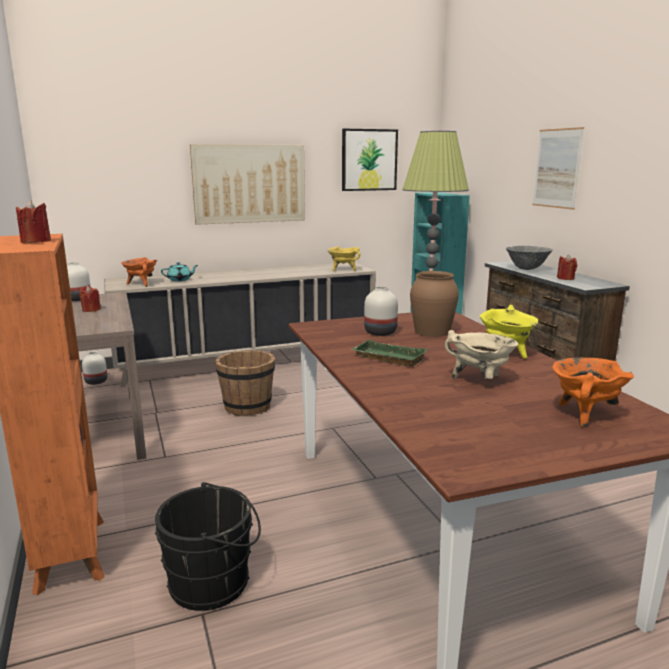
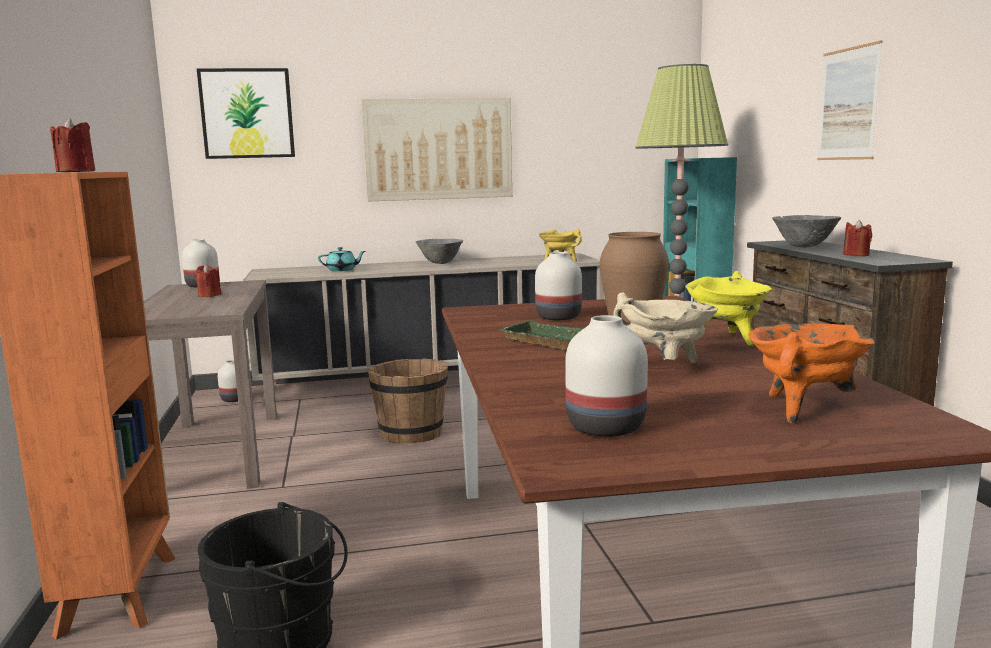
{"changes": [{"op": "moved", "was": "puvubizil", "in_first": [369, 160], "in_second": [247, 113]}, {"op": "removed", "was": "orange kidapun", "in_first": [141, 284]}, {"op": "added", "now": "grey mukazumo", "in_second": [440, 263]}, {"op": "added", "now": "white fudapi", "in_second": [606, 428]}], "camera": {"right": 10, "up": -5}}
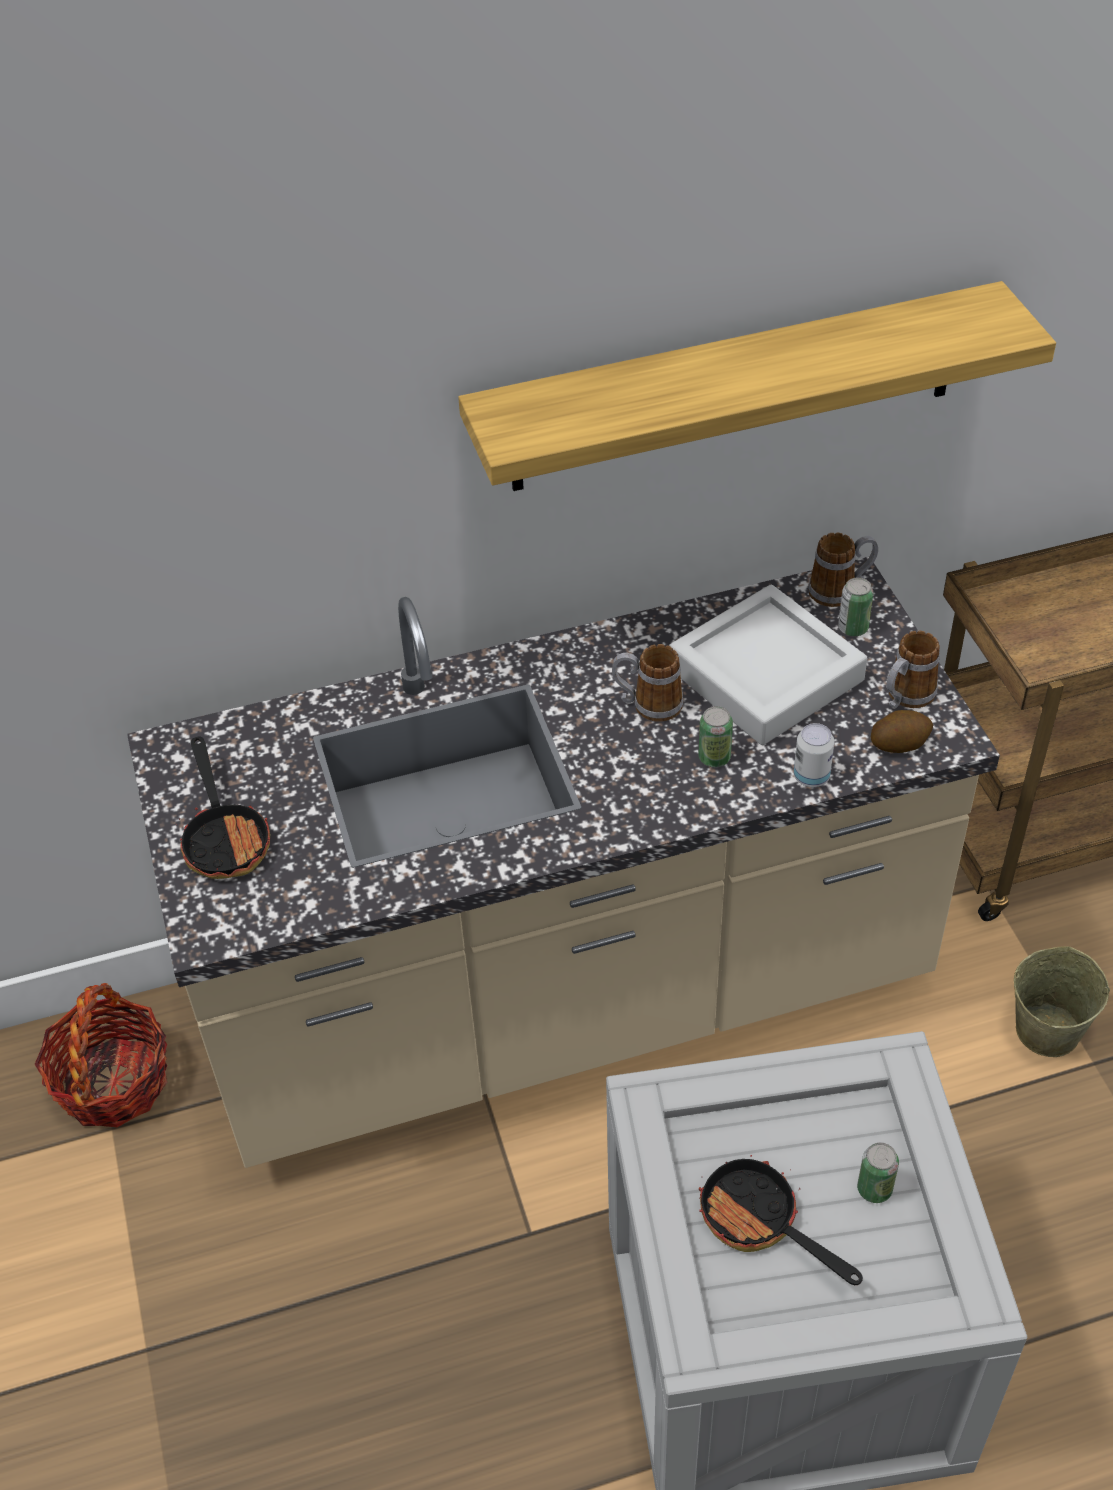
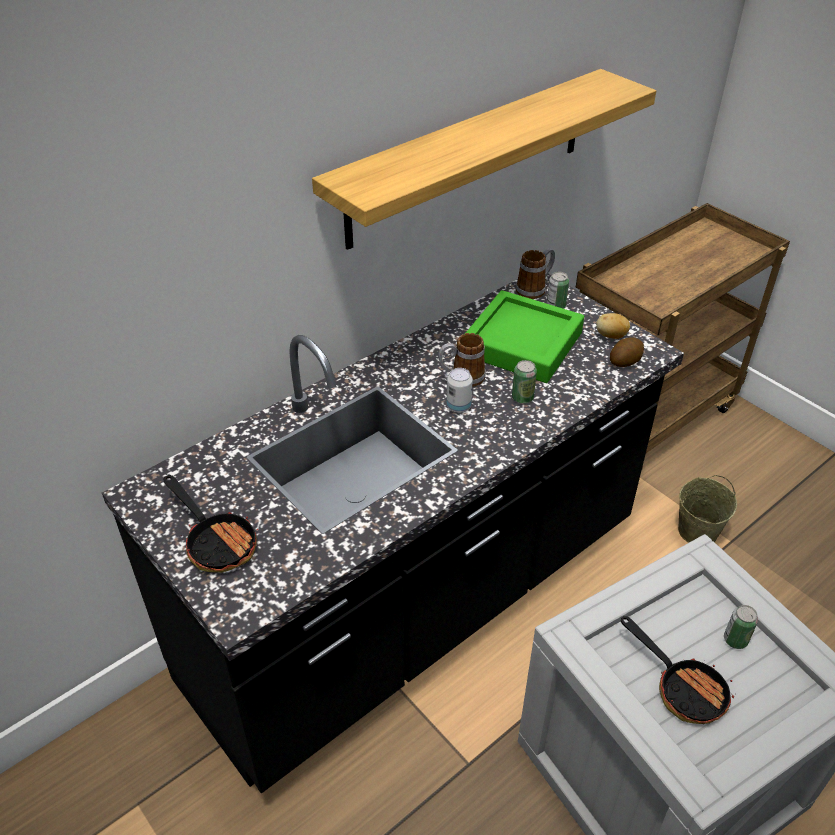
{"changes": [{"op": "recoloured", "was": "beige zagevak", "now": "black zagevak", "in_first": [568, 999], "in_second": [417, 604]}, {"op": "recoloured", "was": "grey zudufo", "now": "green zudufo", "in_first": [765, 674], "in_second": [522, 344]}, {"op": "replaced", "was": "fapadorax", "now": "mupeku", "in_first": [905, 698], "in_second": [611, 336]}, {"op": "moved", "was": "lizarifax", "in_first": [811, 777], "in_second": [458, 407]}, {"op": "removed", "was": "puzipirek", "in_first": [113, 1081]}, {"op": "turned", "was": "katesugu", "in_first": [760, 1223], "in_second": [682, 688], "clockwise": -150}], "camera": {"right": -25, "up": -5}}
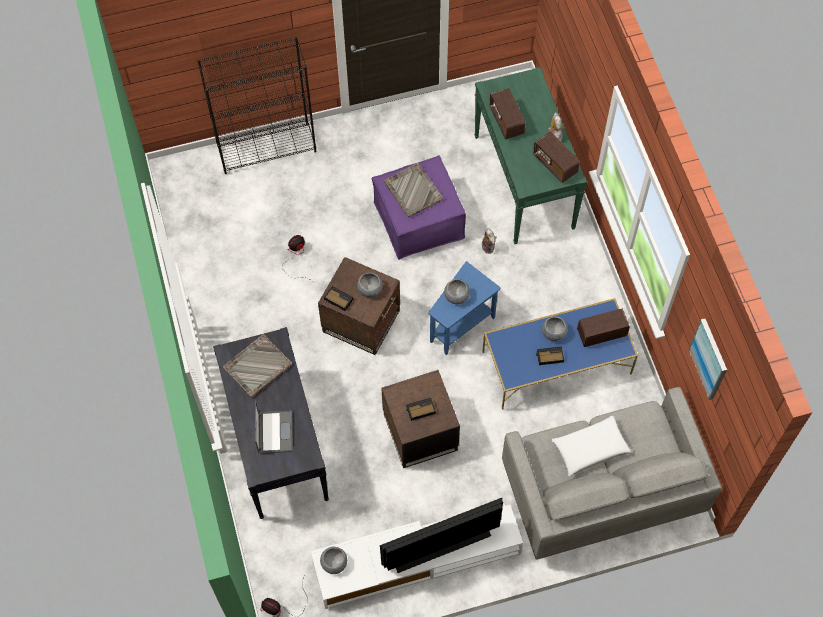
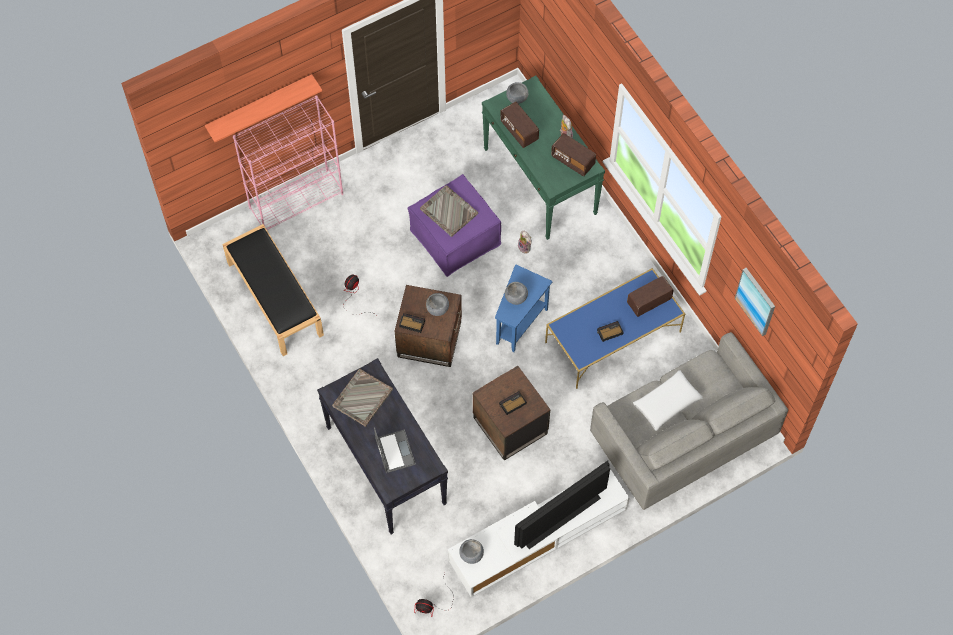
{"changes": [{"op": "recoloured", "was": "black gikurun", "now": "pink gikurun", "in_first": [267, 148], "in_second": [296, 201]}, {"op": "moved", "was": "grey mukazumo", "in_first": [553, 333], "in_second": [517, 98]}, {"op": "added", "now": "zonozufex", "in_second": [259, 106]}, {"op": "added", "now": "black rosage", "in_second": [274, 298]}], "camera": {"right": -15, "up": 0}}
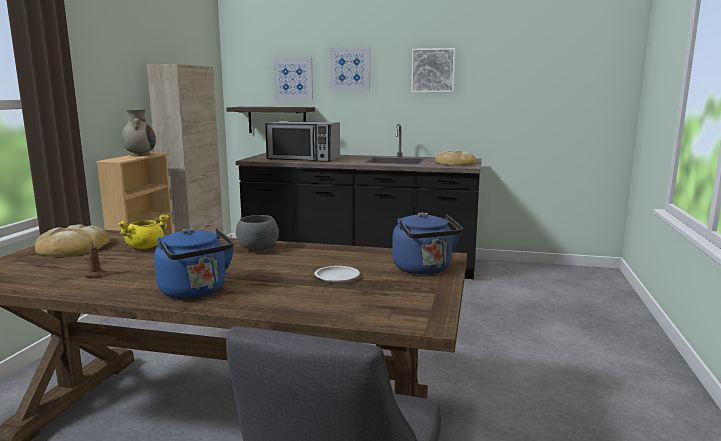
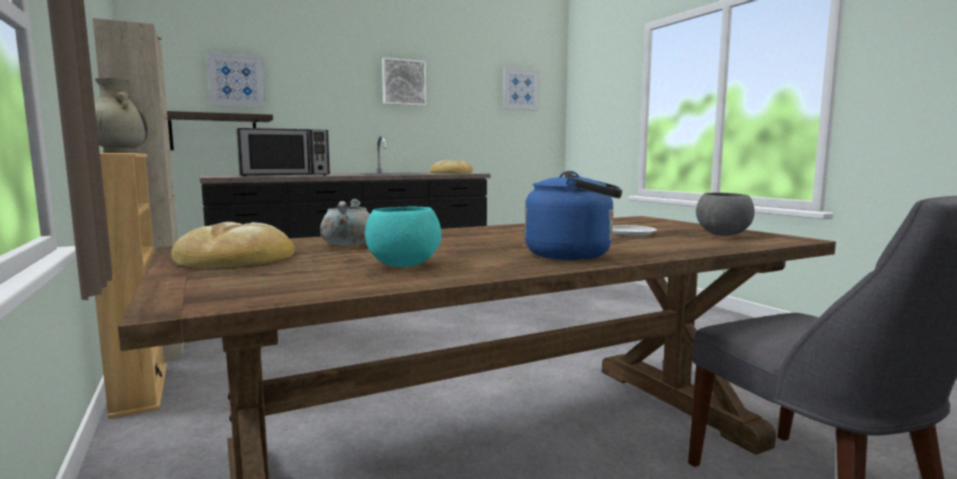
{"changes": [{"op": "moved", "was": "puvubizil", "in_first": [350, 69], "in_second": [520, 89]}, {"op": "removed", "was": "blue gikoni", "in_first": [424, 269]}, {"op": "recoloured", "was": "yellow kidapun", "now": "grey kidapun", "in_first": [145, 247], "in_second": [348, 245]}, {"op": "moved", "was": "grey mukazumo", "in_first": [257, 249], "in_second": [722, 235]}, {"op": "replaced", "was": "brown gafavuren", "now": "turquoise mukazumo", "in_first": [97, 275], "in_second": [405, 266]}], "camera": {"right": -40, "up": -5}}
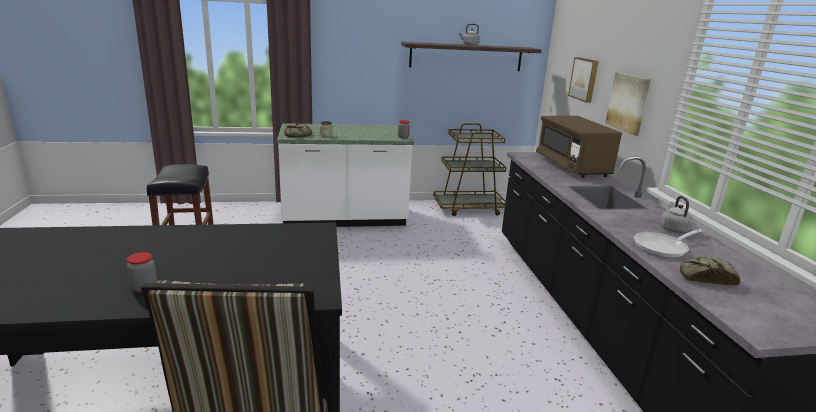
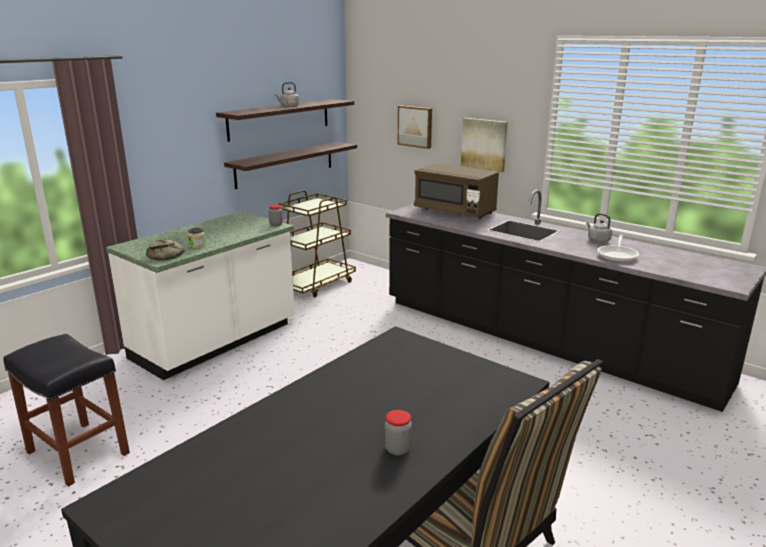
{"changes": [{"op": "removed", "was": "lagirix", "in_first": [705, 277]}, {"op": "added", "now": "zonozufex", "in_second": [285, 164]}], "camera": {"right": -40, "up": 0}}
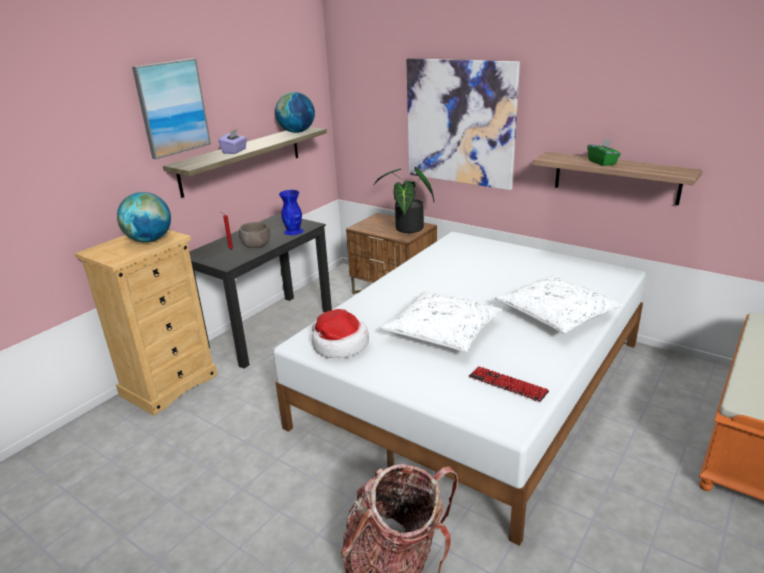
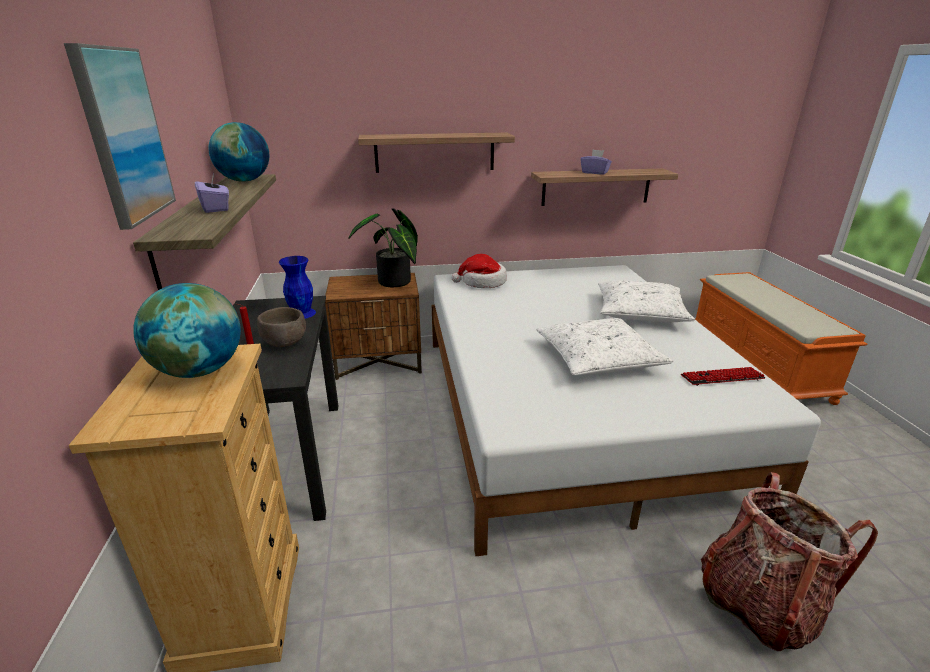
{"changes": [{"op": "replaced", "was": "puvubizil", "now": "zonozufex", "in_first": [460, 123], "in_second": [435, 152]}, {"op": "recoloured", "was": "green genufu", "now": "purple genufu", "in_first": [602, 162], "in_second": [595, 172]}, {"op": "moved", "was": "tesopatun", "in_first": [339, 345], "in_second": [482, 282]}], "camera": {"right": -45, "up": 0}}
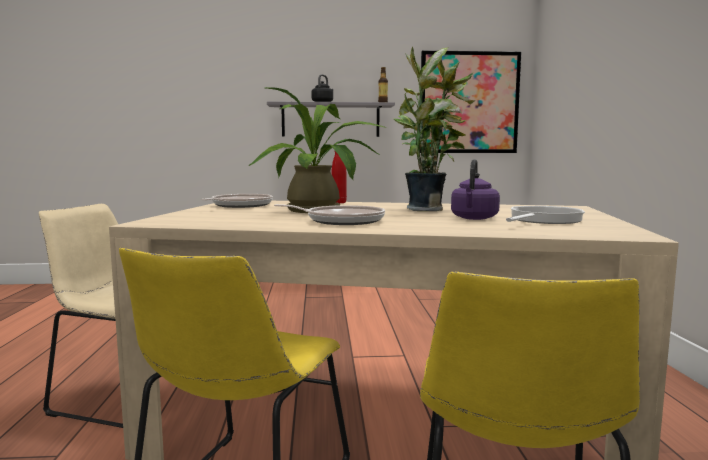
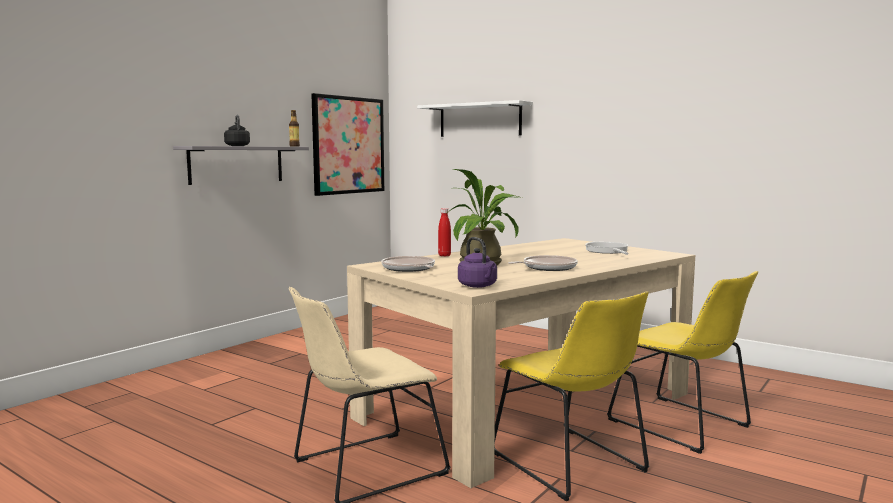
{"changes": [{"op": "removed", "was": "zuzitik", "in_first": [428, 209]}, {"op": "moved", "was": "purple gikoni", "in_first": [474, 218], "in_second": [478, 286]}, {"op": "added", "now": "white zonozufex", "in_second": [480, 120]}], "camera": {"right": -50, "up": 0}}
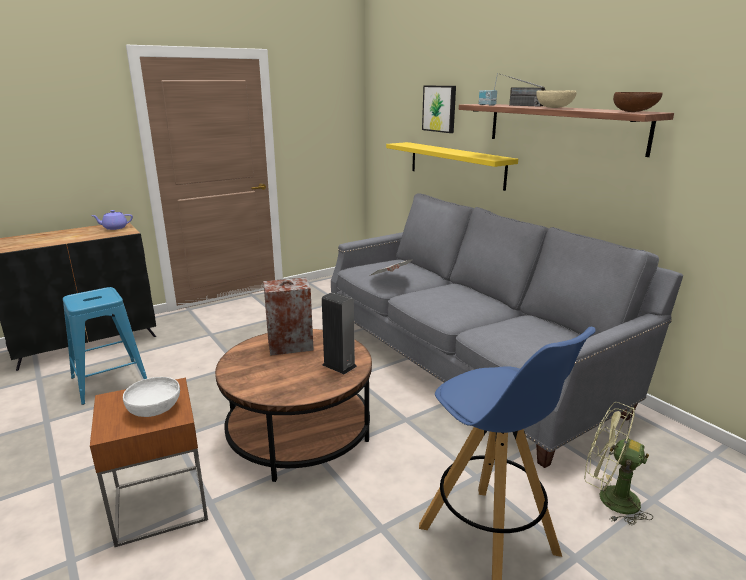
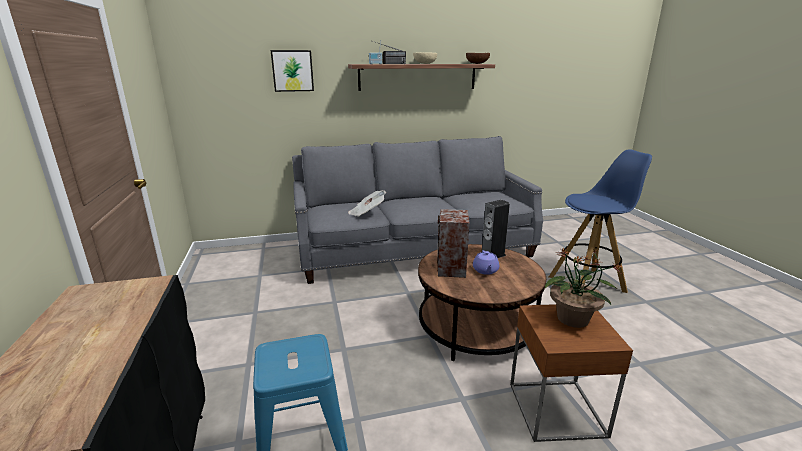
{"changes": [{"op": "removed", "was": "yellow zonozufex", "in_first": [455, 164]}, {"op": "moved", "was": "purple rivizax", "in_first": [114, 228], "in_second": [485, 271]}, {"op": "replaced", "was": "white mukazumo", "now": "zuzitik", "in_first": [155, 409], "in_second": [573, 319]}, {"op": "removed", "was": "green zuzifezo", "in_first": [609, 498]}], "camera": {"right": -70, "up": 0}}
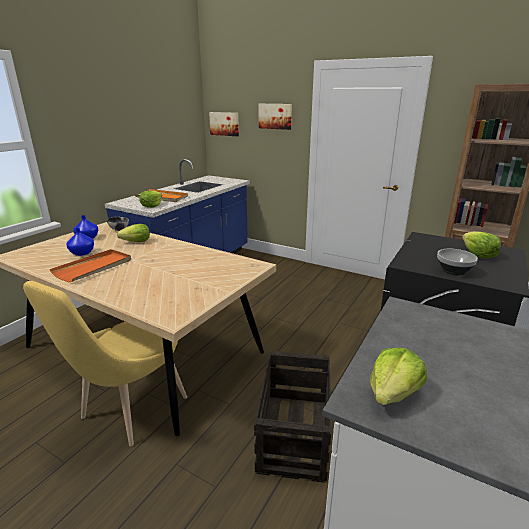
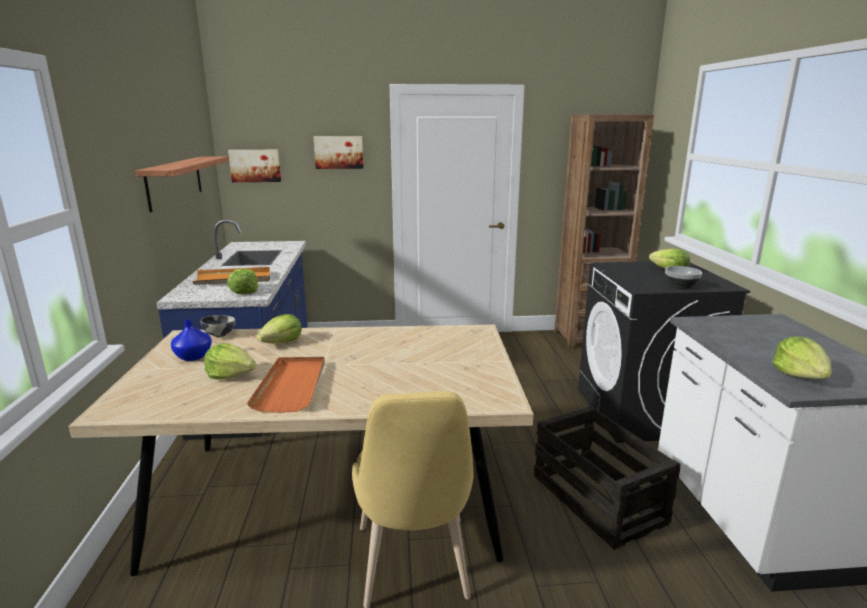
{"changes": [{"op": "replaced", "was": "blue fudapi", "now": "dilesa", "in_first": [82, 253], "in_second": [231, 375]}, {"op": "added", "now": "zonozufex", "in_second": [175, 181]}], "camera": {"right": -35, "up": -5}}
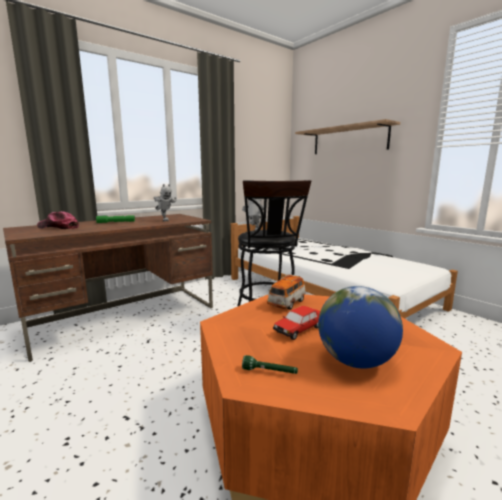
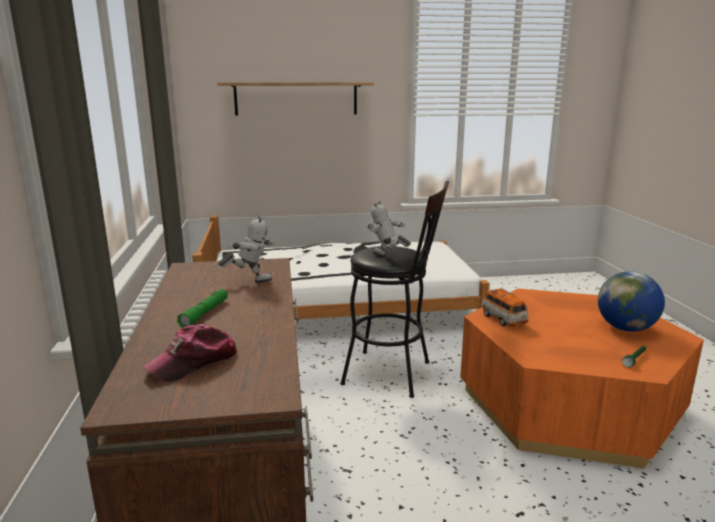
{"changes": [{"op": "removed", "was": "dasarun", "in_first": [300, 329]}], "camera": {"right": -60, "up": 5}}
